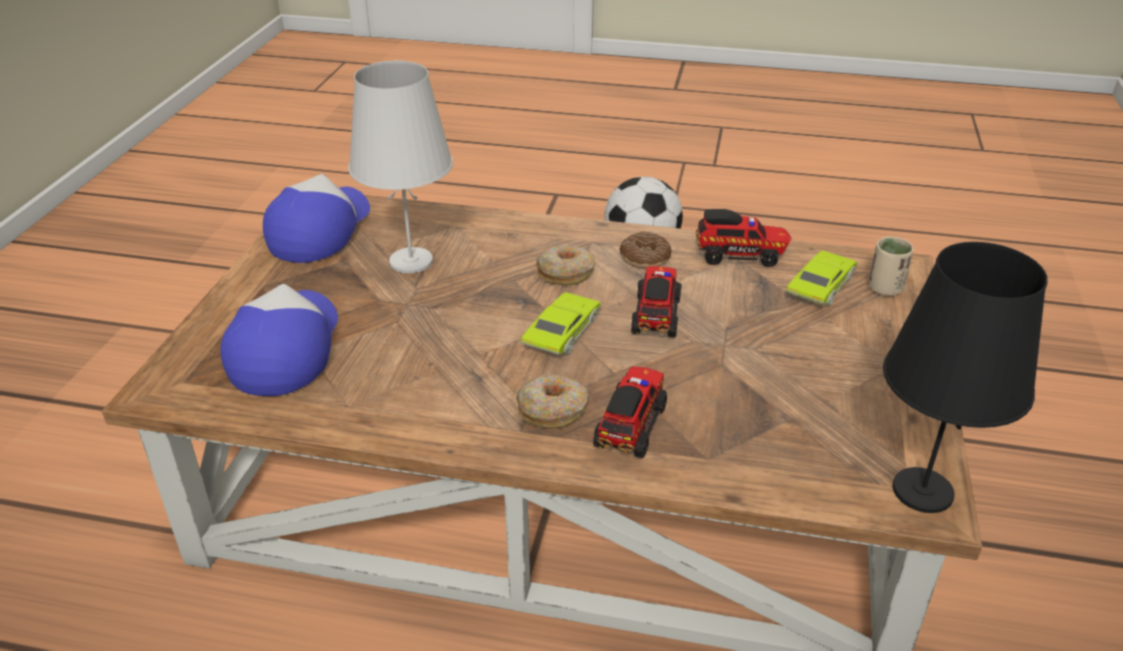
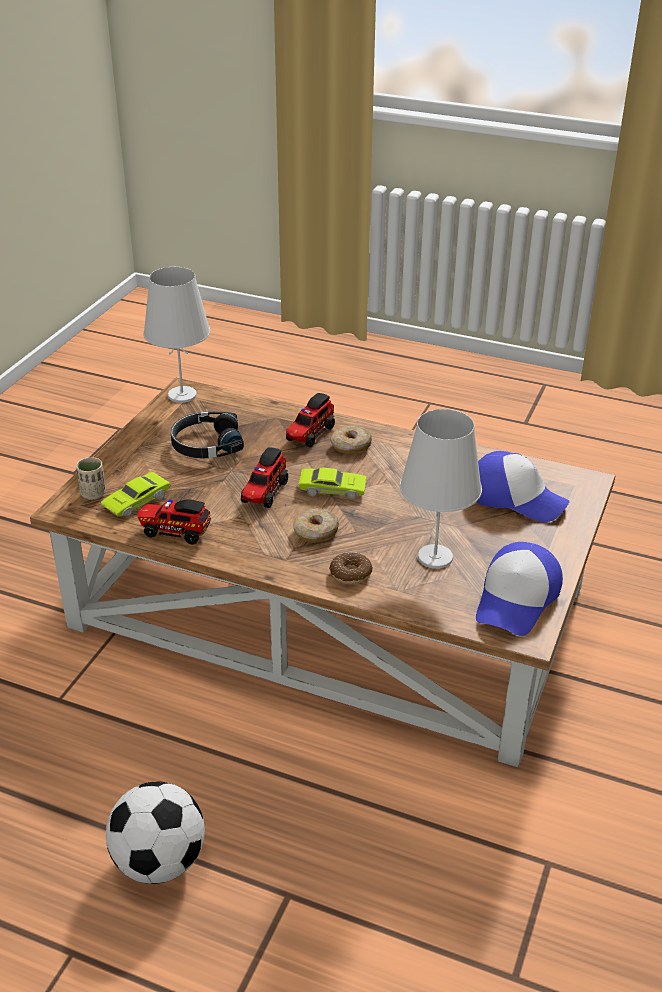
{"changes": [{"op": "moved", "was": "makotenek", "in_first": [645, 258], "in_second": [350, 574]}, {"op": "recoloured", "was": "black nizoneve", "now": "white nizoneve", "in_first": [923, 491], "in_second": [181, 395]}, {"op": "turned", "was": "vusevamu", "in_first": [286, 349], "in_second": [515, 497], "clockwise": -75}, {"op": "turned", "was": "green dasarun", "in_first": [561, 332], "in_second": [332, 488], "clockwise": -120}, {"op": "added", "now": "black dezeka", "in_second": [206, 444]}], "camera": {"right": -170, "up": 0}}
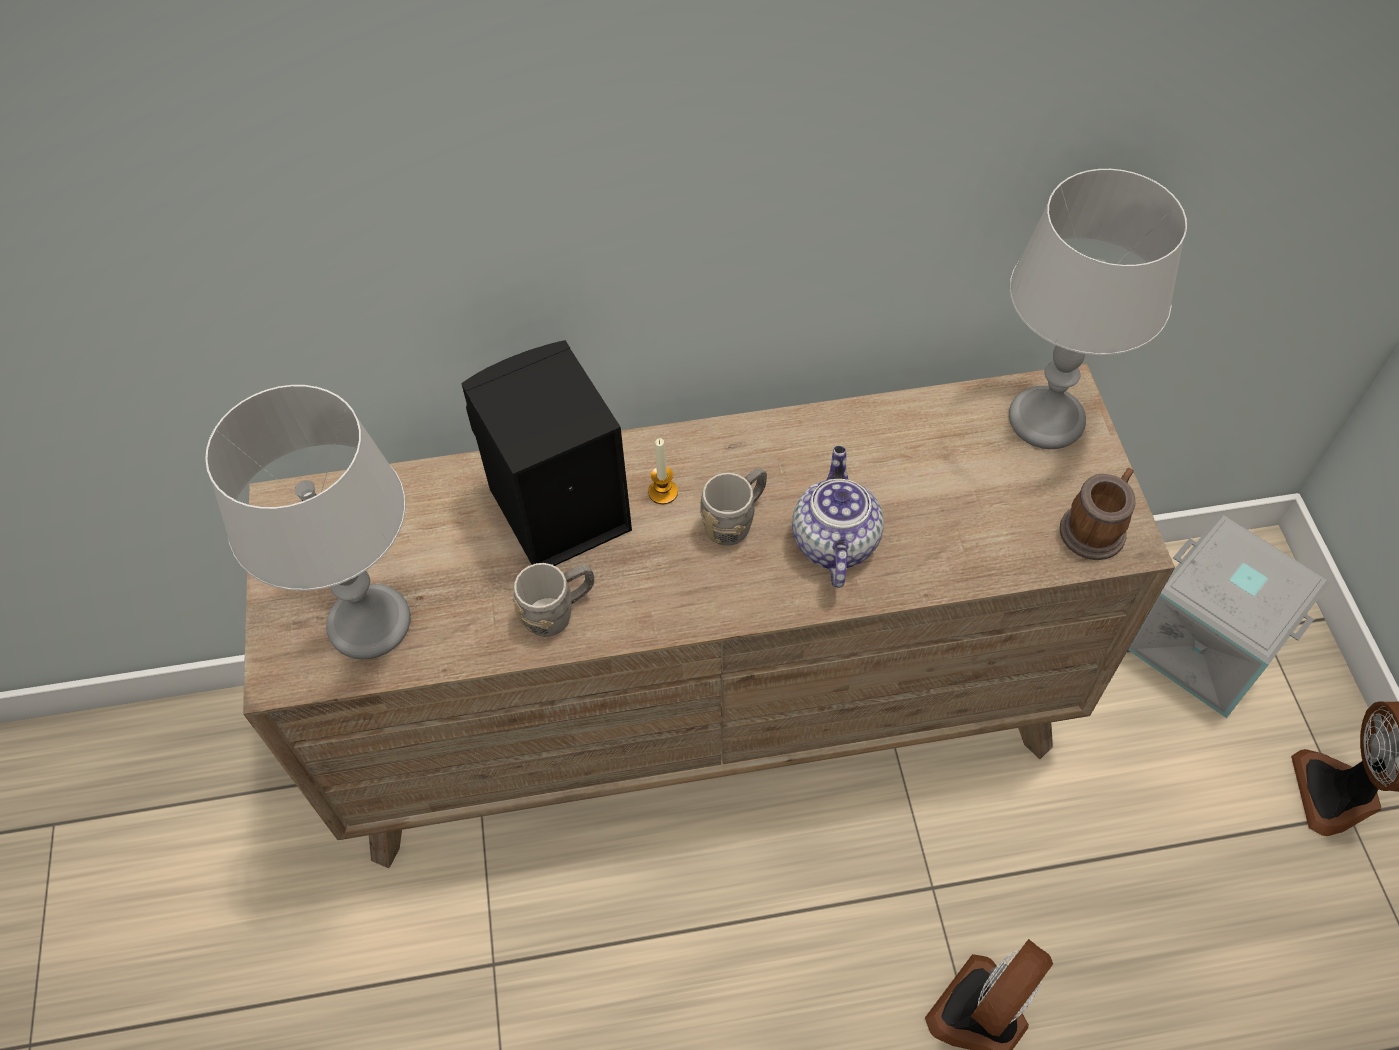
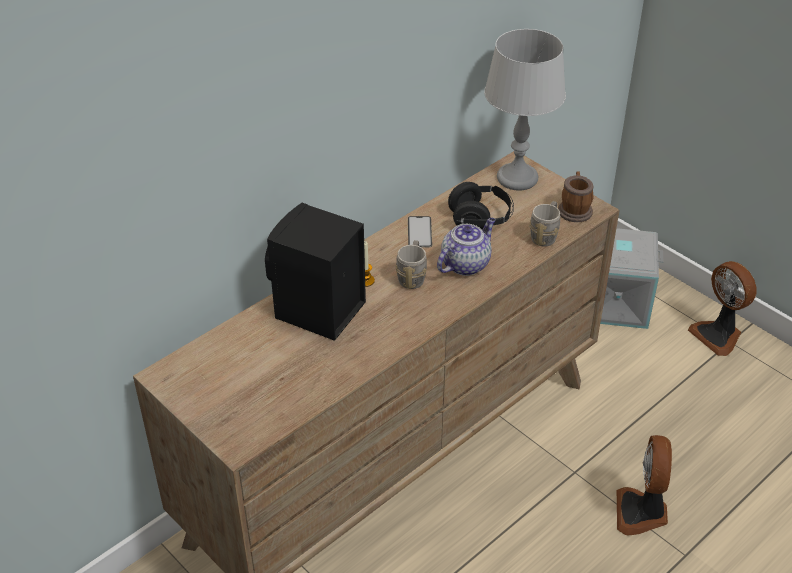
{"changes": [{"op": "removed", "was": "grey nizoneve", "in_first": [370, 622]}, {"op": "turned", "was": "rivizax", "in_first": [833, 540], "in_second": [465, 264], "clockwise": 75}, {"op": "moved", "was": "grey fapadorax", "in_first": [558, 612], "in_second": [545, 235]}, {"op": "added", "now": "black dezeka", "in_second": [480, 220]}, {"op": "added", "now": "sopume", "in_second": [419, 232]}], "camera": {"right": -35, "up": -15}}
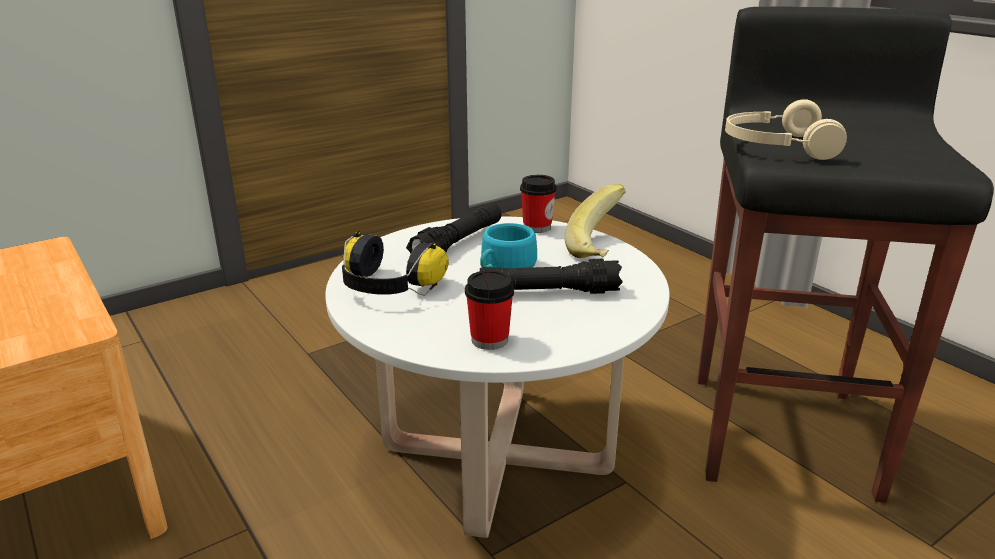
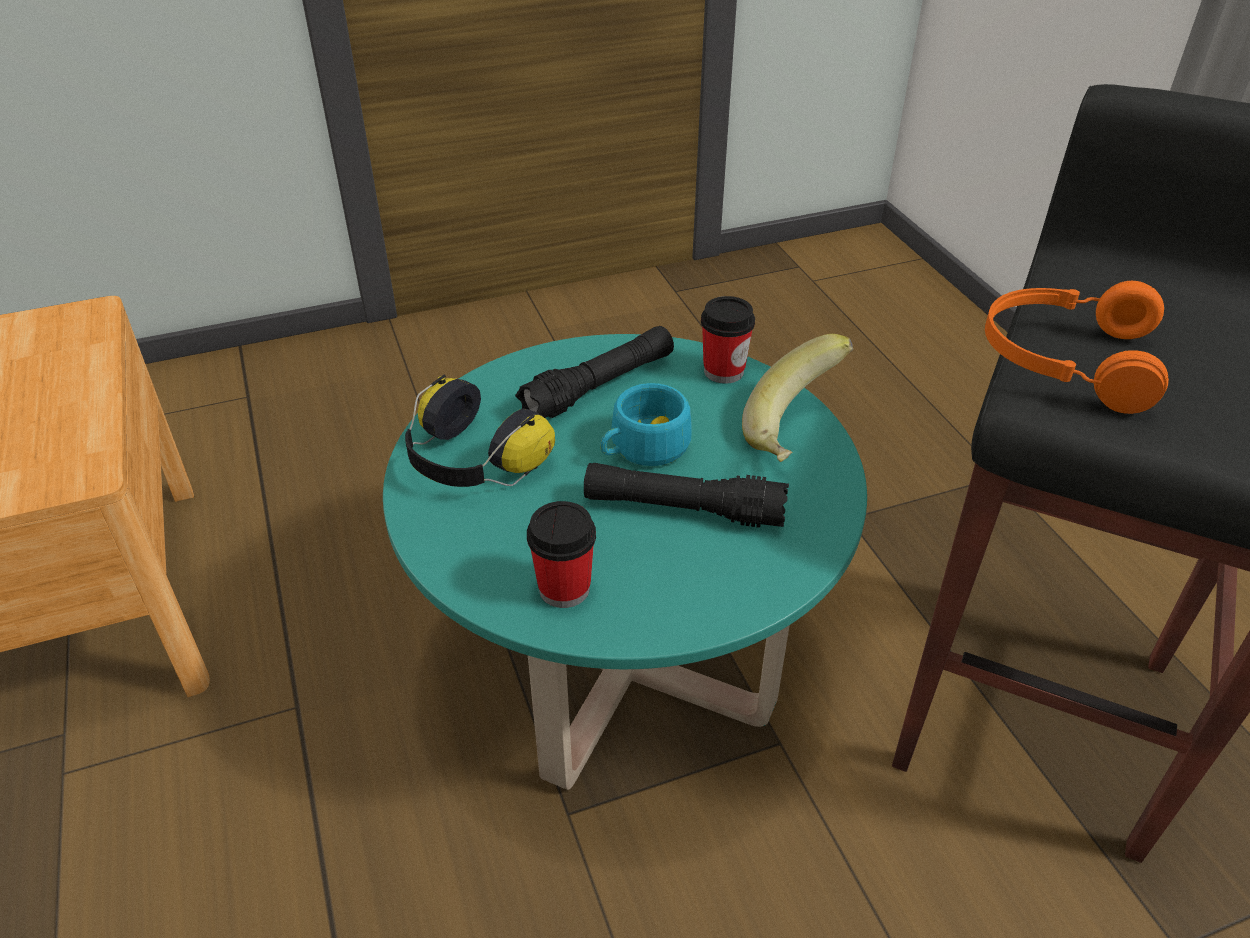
{"changes": [{"op": "recoloured", "was": "beige dezeka", "now": "orange dezeka", "in_first": [776, 146], "in_second": [1065, 360]}, {"op": "recoloured", "was": "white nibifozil", "now": "turquoise nibifozil", "in_first": [497, 456], "in_second": [624, 666]}], "camera": {"right": 15, "up": 15}}
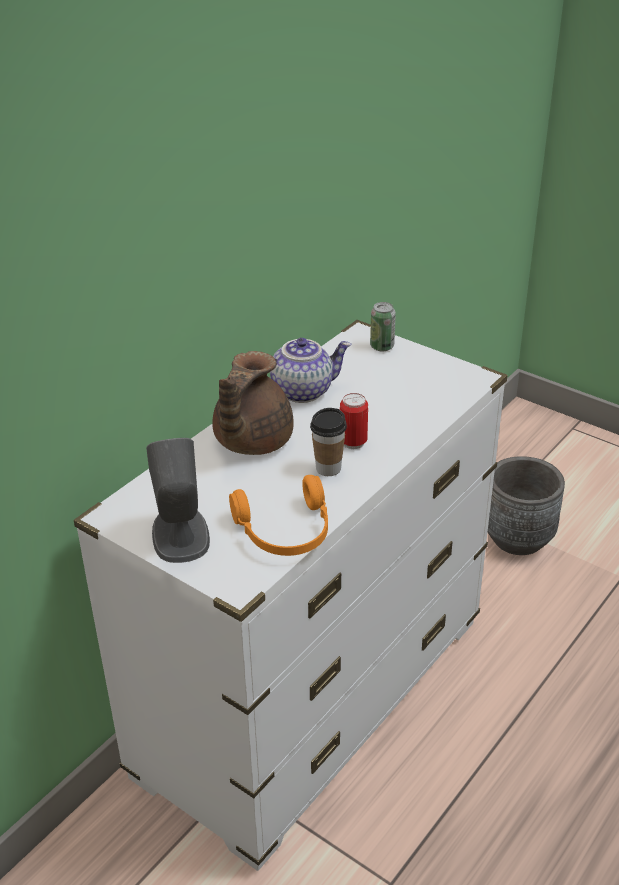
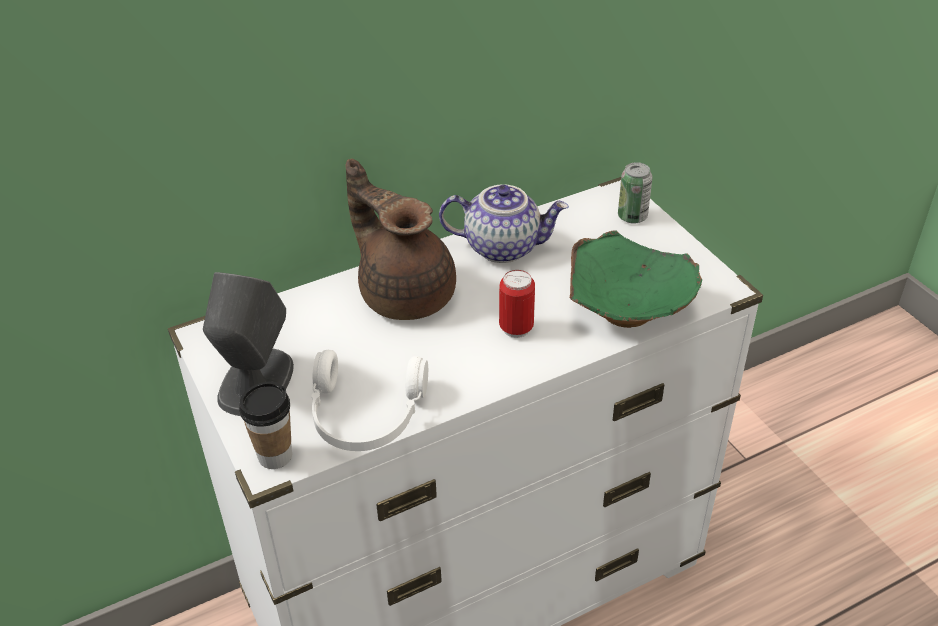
{"changes": [{"op": "turned", "was": "brown rivizax", "in_first": [250, 441], "in_second": [405, 293], "clockwise": 90}, {"op": "moved", "was": "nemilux", "in_first": [328, 468], "in_second": [275, 456]}, {"op": "removed", "was": "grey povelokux", "in_first": [518, 538]}, {"op": "recoloured", "was": "orange dezeka", "now": "white dezeka", "in_first": [286, 532], "in_second": [365, 416]}, {"op": "added", "now": "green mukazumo", "in_second": [628, 309]}], "camera": {"right": 25, "up": 5}}
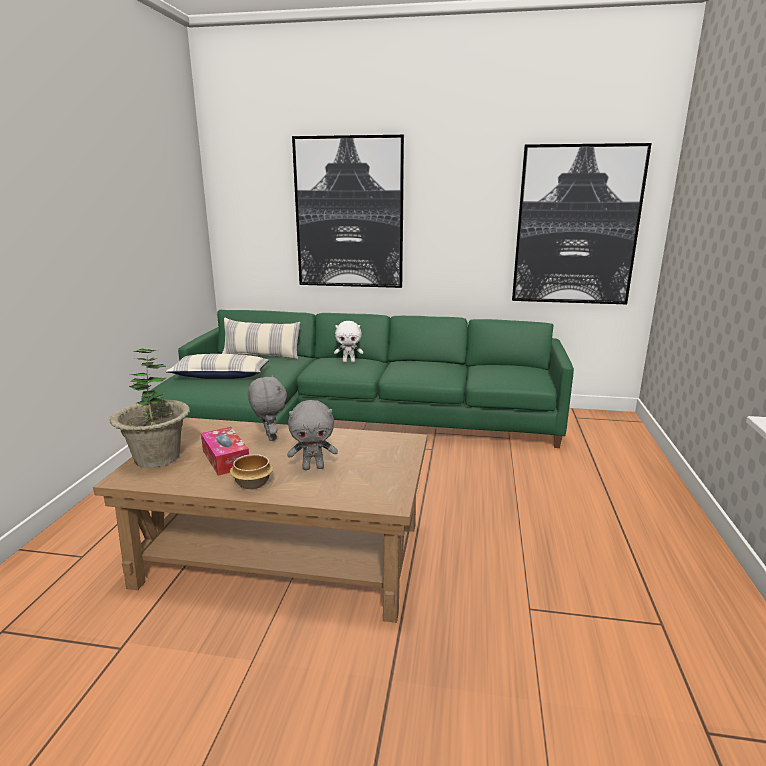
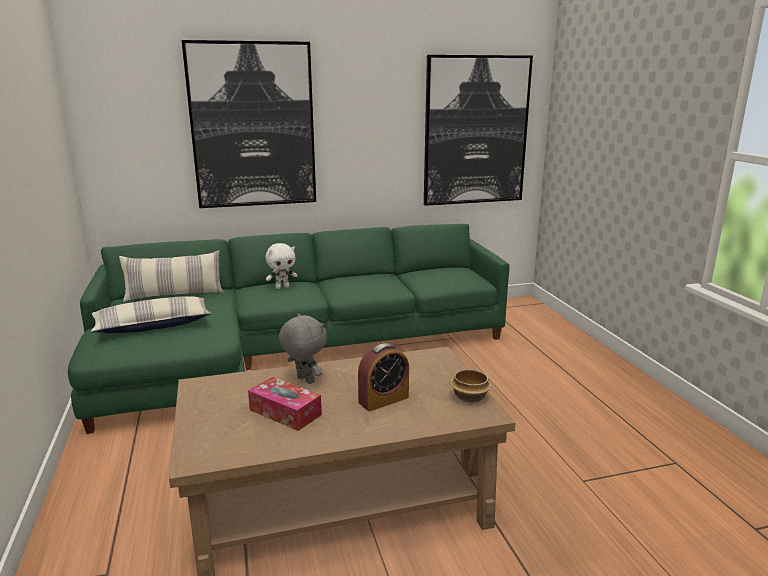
{"changes": [{"op": "removed", "was": "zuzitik", "in_first": [157, 457]}, {"op": "replaced", "was": "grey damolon", "now": "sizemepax", "in_first": [313, 467], "in_second": [383, 400]}, {"op": "moved", "was": "mukazumo", "in_first": [252, 483], "in_second": [468, 397]}], "camera": {"right": -25, "up": 0}}
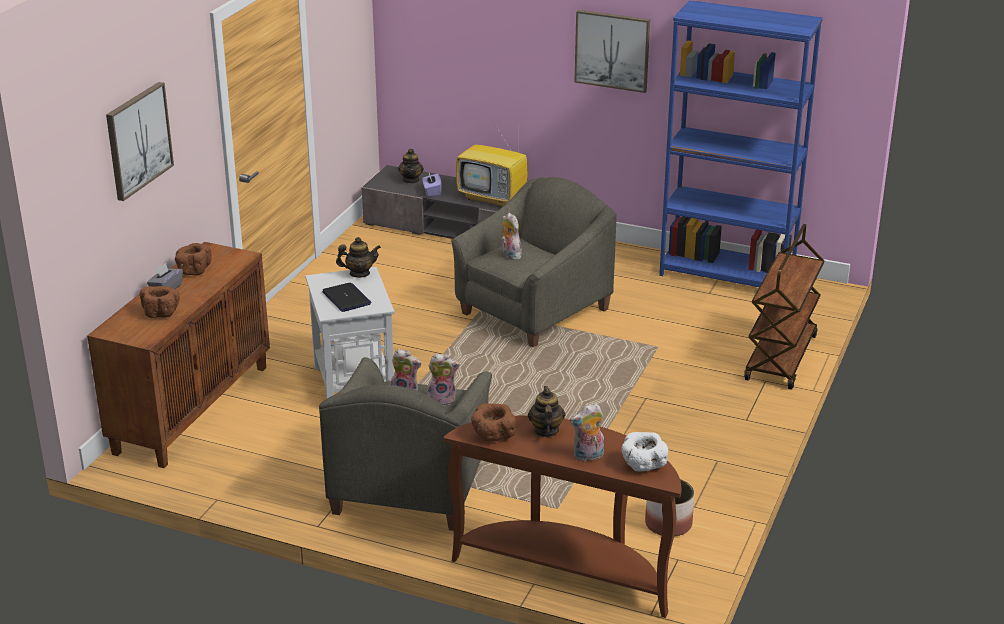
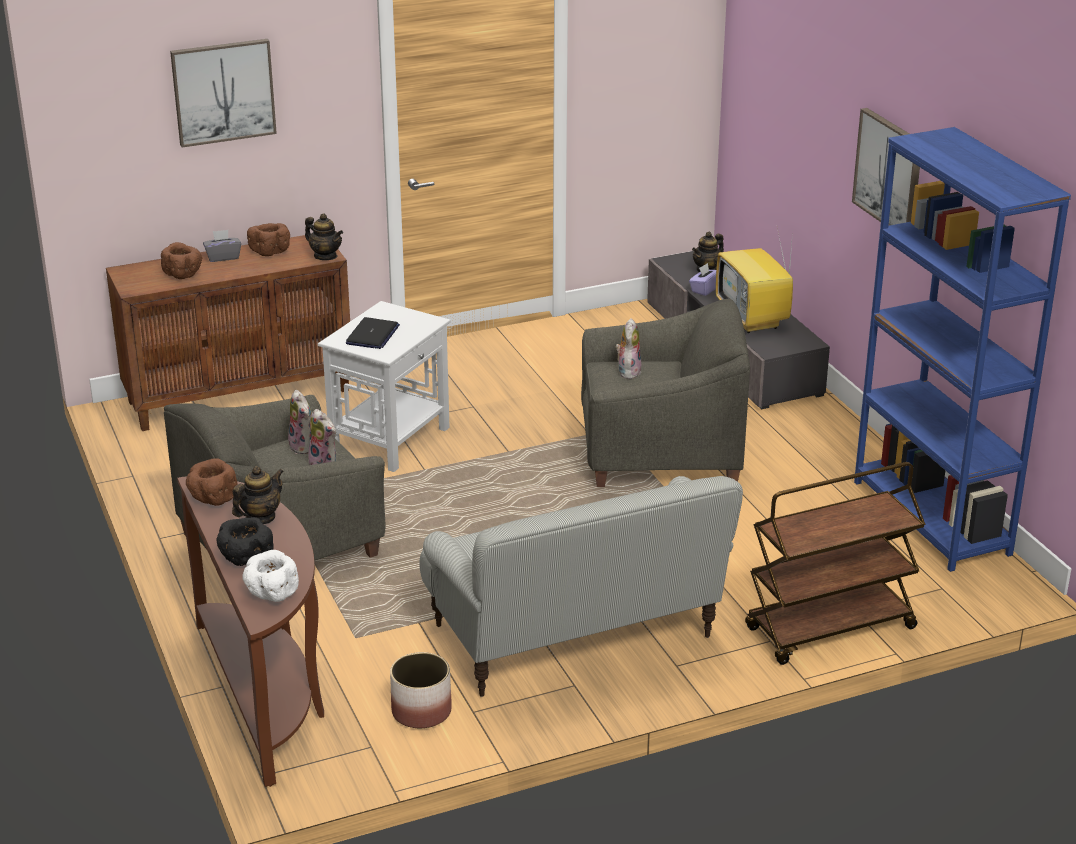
{"changes": [{"op": "moved", "was": "rivizax", "in_first": [359, 273], "in_second": [325, 256]}, {"op": "replaced", "was": "damolon", "now": "black mukazumo", "in_first": [588, 456], "in_second": [246, 558]}, {"op": "added", "now": "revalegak", "in_second": [576, 635]}], "camera": {"right": 45, "up": 0}}
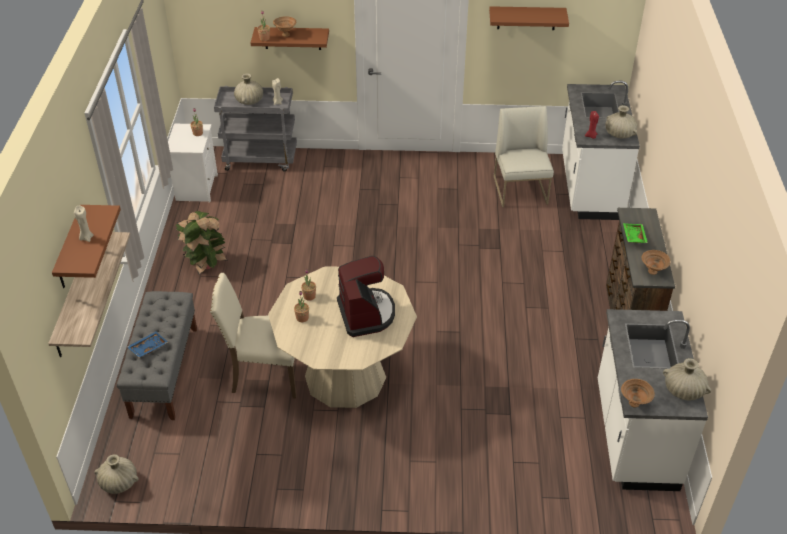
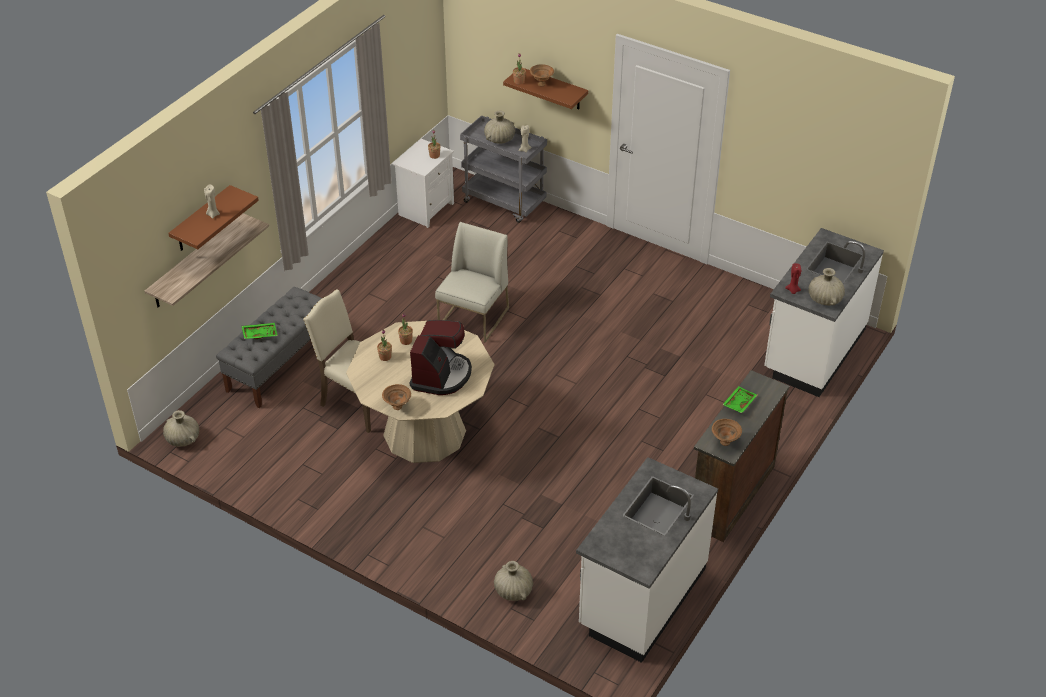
{"changes": [{"op": "removed", "was": "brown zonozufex", "in_first": [526, 18]}, {"op": "moved", "was": "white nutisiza", "in_first": [521, 190], "in_second": [474, 318]}, {"op": "removed", "was": "zuzitik", "in_first": [205, 264]}, {"op": "recoloured", "was": "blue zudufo", "now": "green zudufo", "in_first": [148, 347], "in_second": [260, 334]}, {"op": "moved", "was": "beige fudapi", "in_first": [683, 391], "in_second": [513, 591]}, {"op": "moved", "was": "brown mukazumo", "in_first": [635, 403], "in_second": [398, 407]}], "camera": {"right": 30, "up": 0}}
